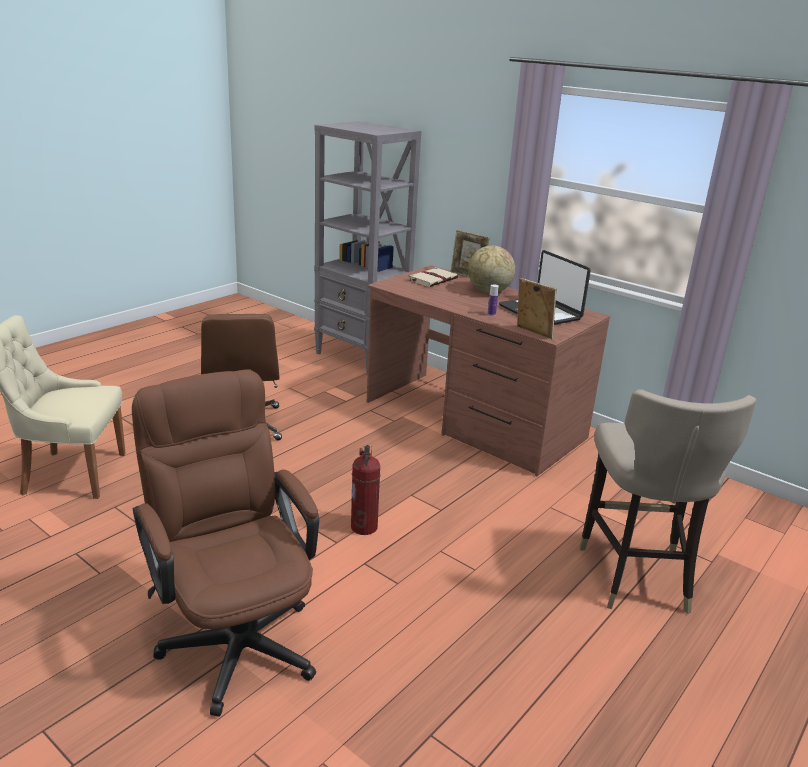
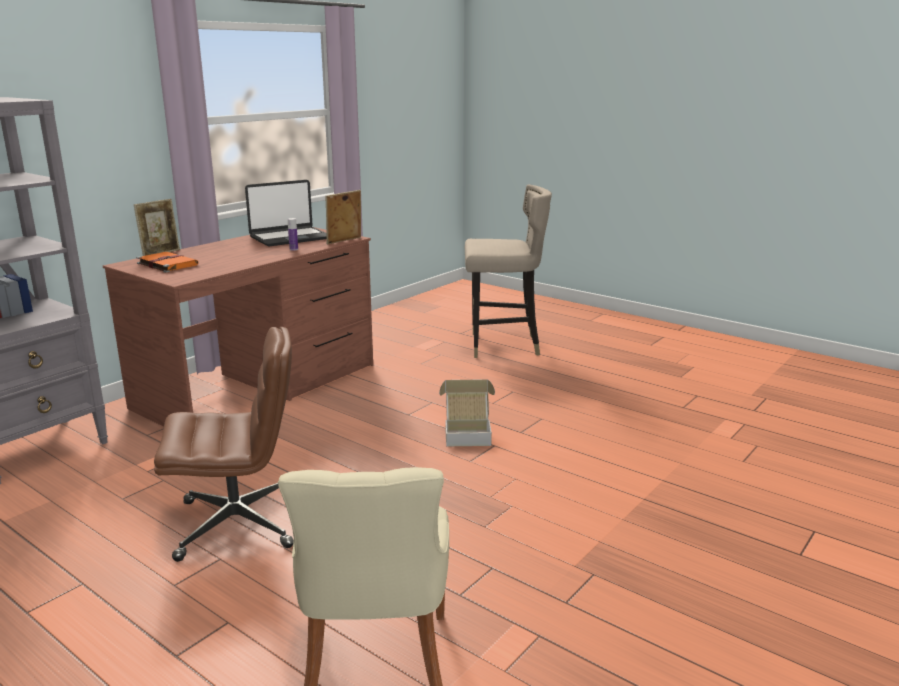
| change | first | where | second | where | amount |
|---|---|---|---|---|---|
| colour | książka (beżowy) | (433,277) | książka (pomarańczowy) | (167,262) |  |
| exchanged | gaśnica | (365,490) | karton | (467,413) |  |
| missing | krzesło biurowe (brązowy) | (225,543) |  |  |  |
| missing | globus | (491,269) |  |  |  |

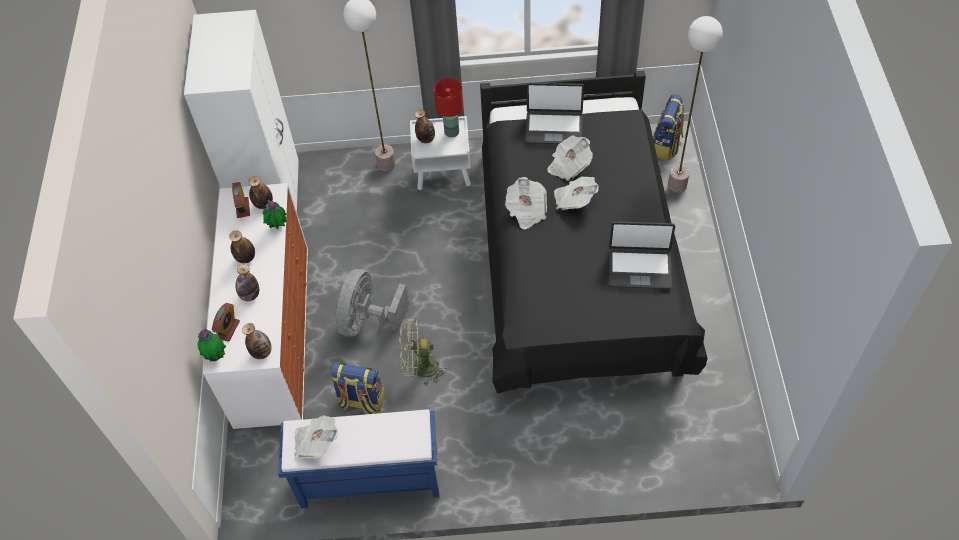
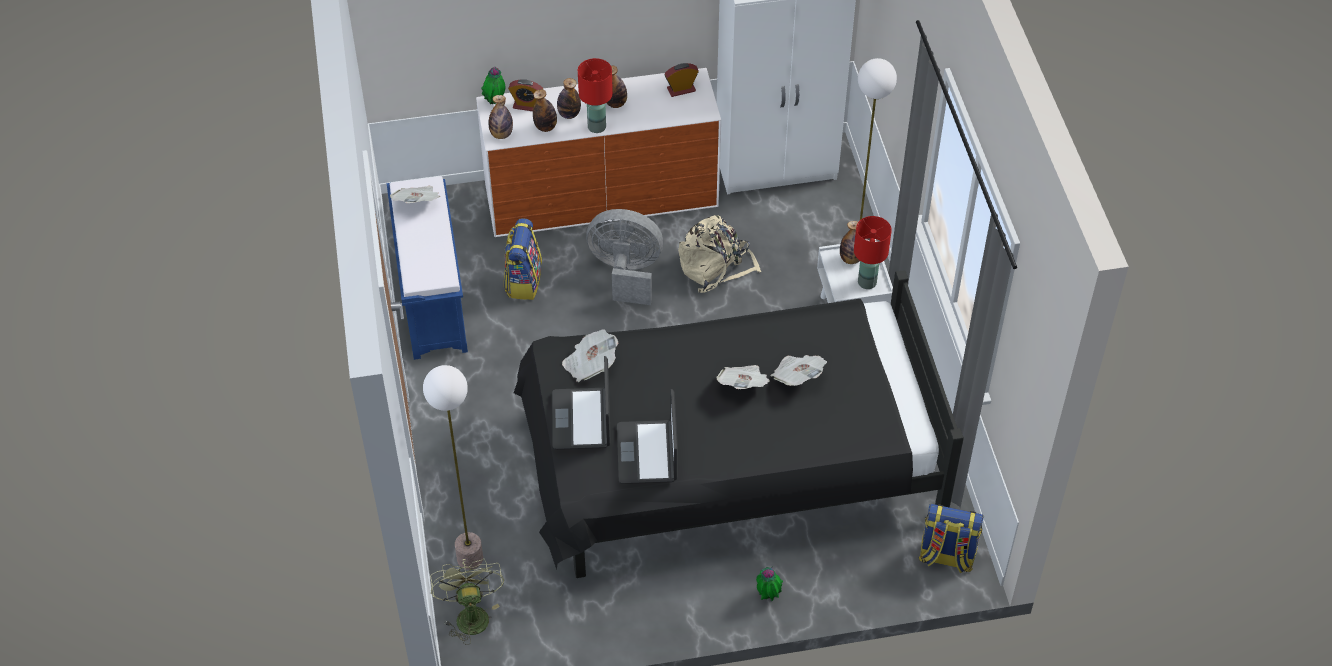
| change | first | where | second | where | amount |
|---|---|---|---|---|---|
| relocated | lampa stojąca | (695,104) |  | (453,467) |  |
| relocated | wentylator (zielony) | (423,352) |  | (467,601) |  |
| relocated | butelka | (261,192) |  | (545,110) |  |
| relocated | laptop | (554,113) |  | (581,403) |  |
| relocated | gazeta | (526,203) |  | (590,355) |  |
| appeared |  |  | lampa stołowa (czerwony) | (595,95) |  |
| appeared |  |  | plecak (beżowy) | (719,254) |  |
| relocated | roślina doniczkowa | (275,214) |  | (769,583) |  |

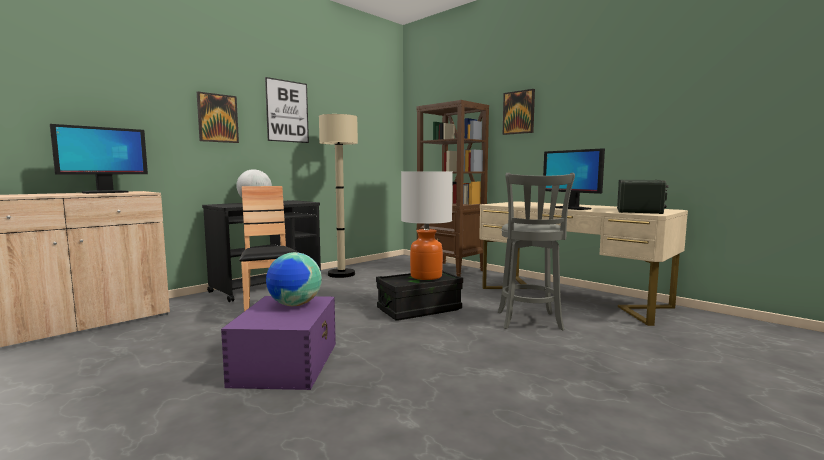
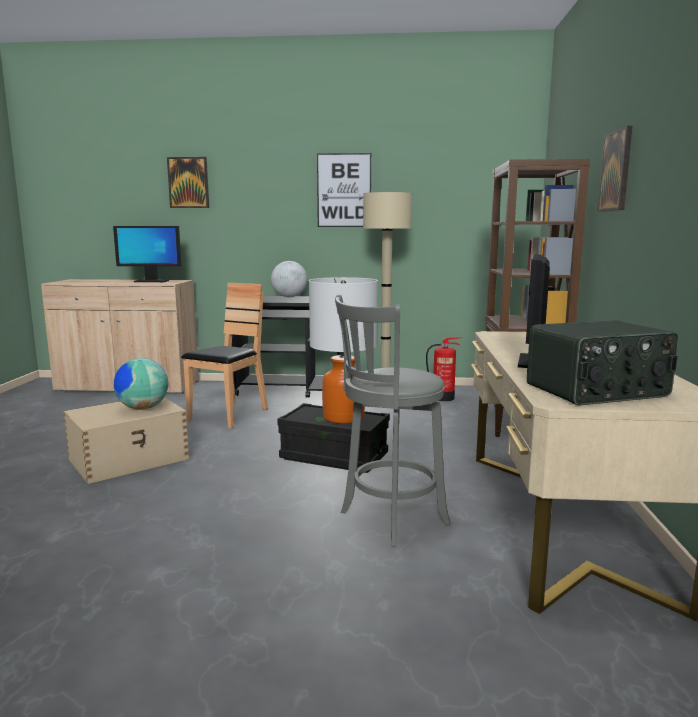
| change | first | where | second | where | amount |
|---|---|---|---|---|---|
| colour | pojemnik do przechowywania (fioletowy) | (278,343) | pojemnik do przechowywania (beżowy) | (126,440) |  |
| relocated | obraz | (218,117) |  | (188,182) |  |
| appeared |  |  | gaśnica | (444,369) |  |

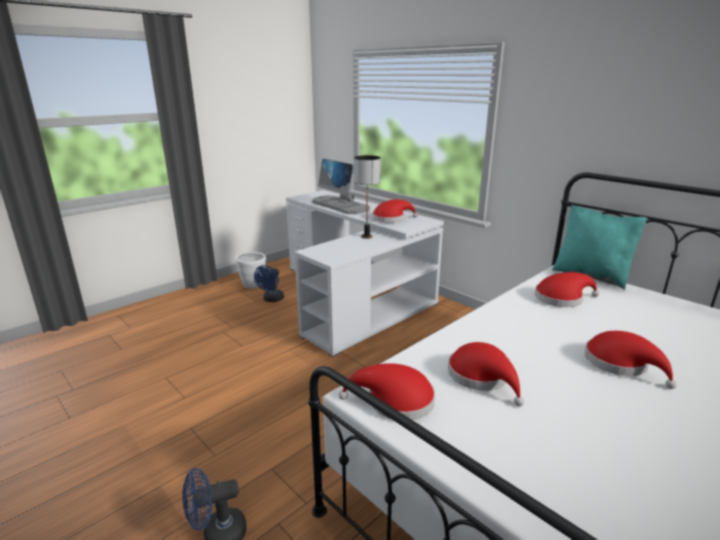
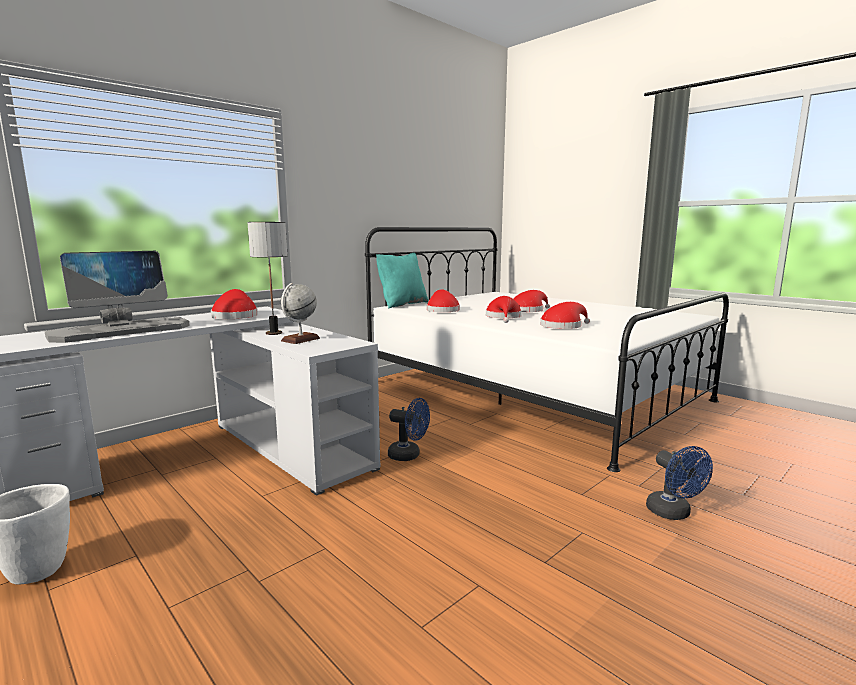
| change | first | where | second | where | amount |
|---|---|---|---|---|---|
| appeared |  |  | globus | (300,313) |  |
| relocated | wentylator (niebieski) | (269,283) |  | (409,429) |  |
| relocated | kapelusz (czerwony) | (387,391) |  | (504,309) |  |

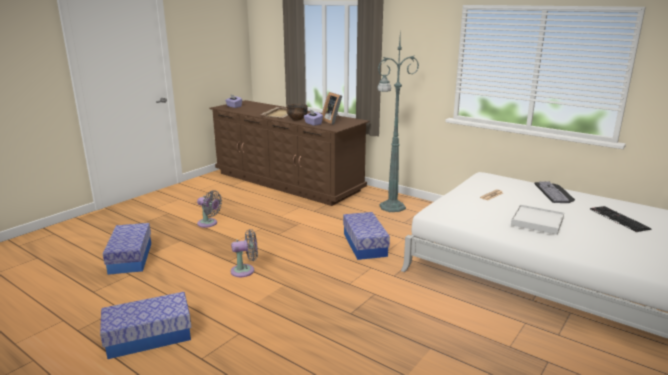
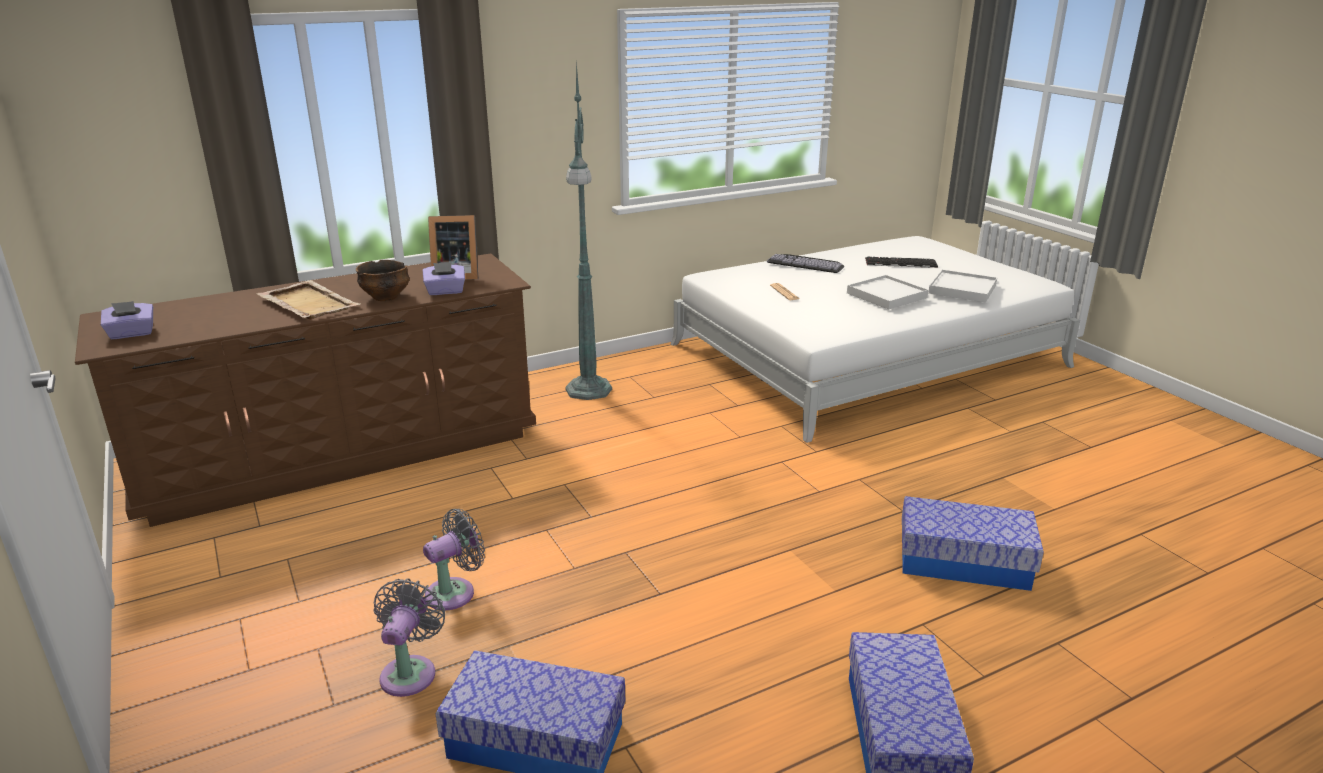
| change | first | where | second | where | amount |
|---|---|---|---|---|---|
| relocated | wentylator (szary) | (244,253) |  | (409,637) |  |
| relocated | pojemnik do przechowywania | (366,236) |  | (973,543) |  |
| appeared |  |  | taca (biały) | (962,286) |  |

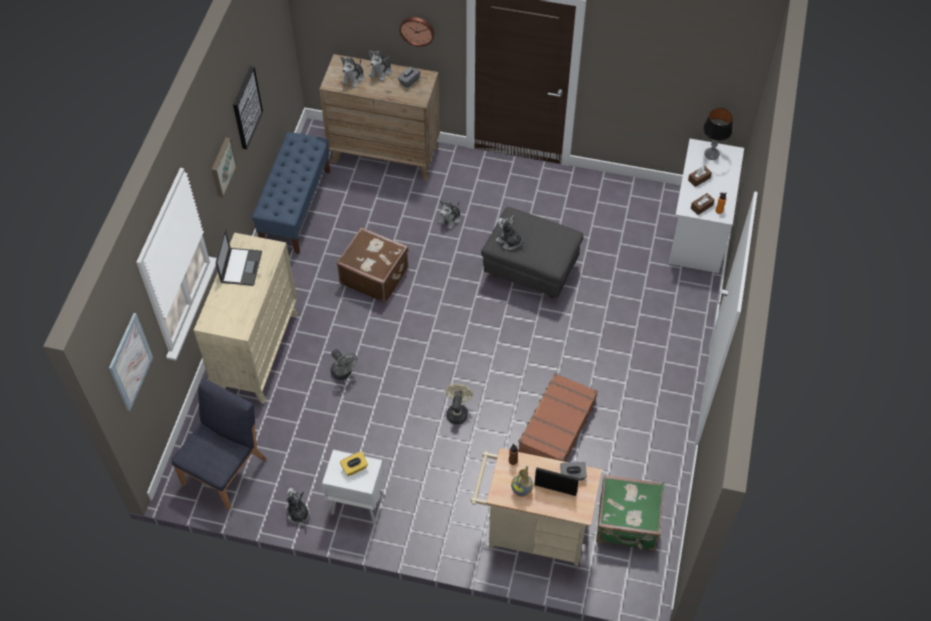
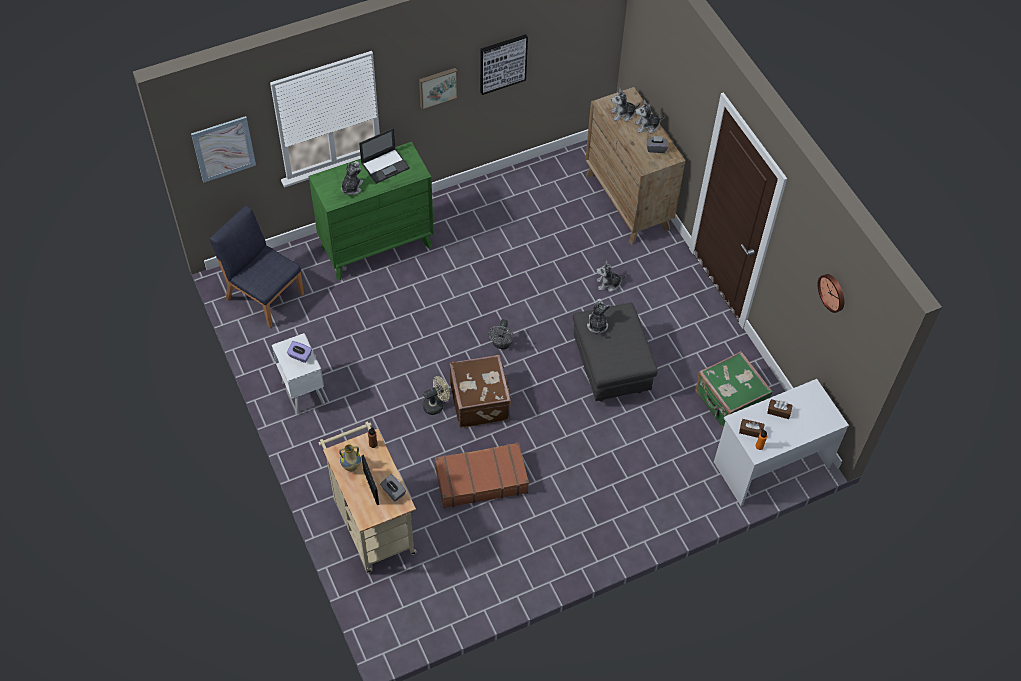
| change | first | where | second | where | amount |
|---|---|---|---|---|---|
| spun | krzesło (niebieski) | (219,444) |  | (257,267) | 135 degrees counterclockwise |
| colour | pudełko chusteczek (żółty) | (354,463) | pudełko chusteczek (fioletowy) | (299,352) |  |
| colour | komoda (beżowy) | (246,318) | komoda (zielony) | (371,211) |  |
| relocated | pluszak | (297,506) |  | (352,178) |  |
| relocated | walizka (brązowy) | (372,265) |  | (481,391) |  |
| relocated | wentylator (szary) | (343,364) |  | (501,334) |  |
| relocated | walizka (zielony) | (630,513) |  | (733,389) |  |
| relocated | zegar ścienny | (417,32) |  | (831,293) |  |
| missing | ławka (niebieski) | (291,193) |  |  |  |
| missing | lampa stołowa | (718,134) |  |  |  |

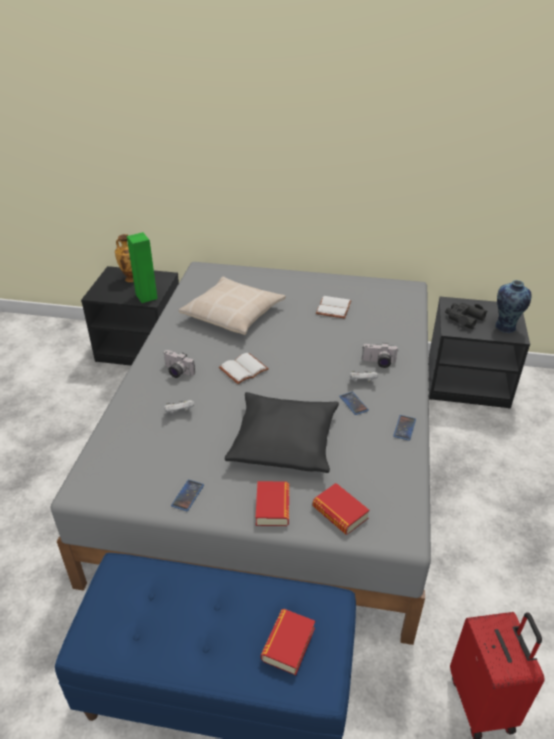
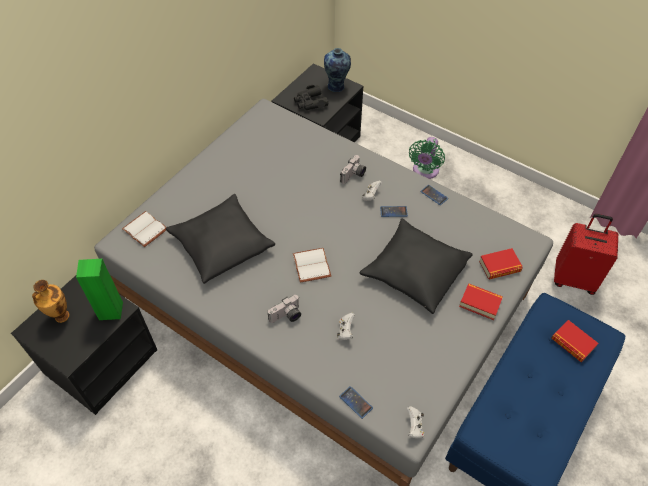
| change | first | where | second | where | amount |
|---|---|---|---|---|---|
| relocated | książka (biały) | (334,307) |  | (144,229) |  |
| colour | poduszka (beżowy) | (232,305) | poduszka (czarny) | (220,239) |  |
| relocated | telefon | (187,495) |  | (356,402) |  |
| appeared |  |  | pad do gier (biały) | (415,422) |  |
| appeared |  |  | wentylator (zielony) | (427,158) |  |

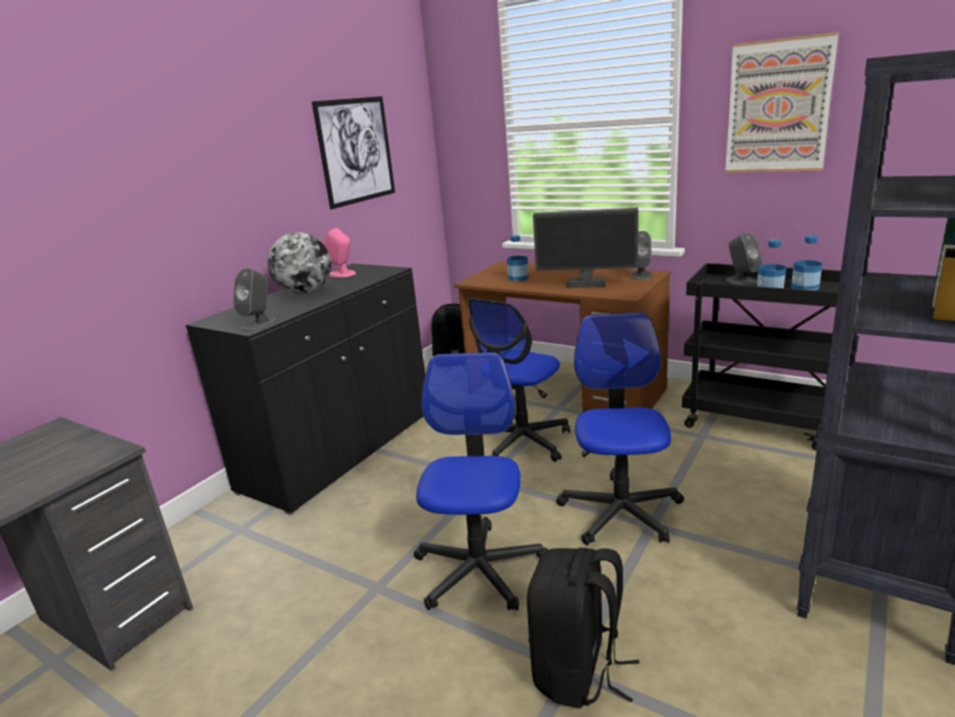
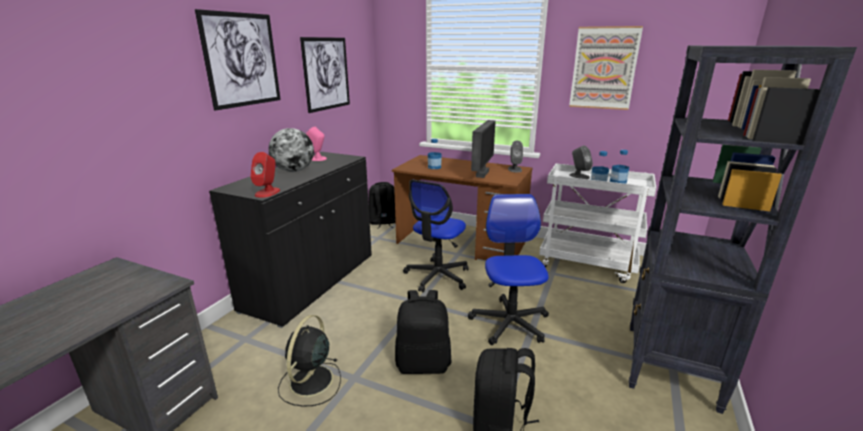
| change | first | where | second | where | amount |
|---|---|---|---|---|---|
| appeared |  |  | obraz | (238,60) |  |
| colour | głośnik (szary) | (255,300) | głośnik (czerwony) | (265,175) |  |
| appeared |  |  | wentylator (czarny) | (309,361) |  |
| exchanged | krzesło biurowe | (481,481) | plecak (czarny) | (423,332) |  |
| spun | monitor | (585,248) |  | (483,149) | 75 degrees counterclockwise |
| colour | wózek (czarny) | (770,357) | wózek (biały) | (597,223) |  |

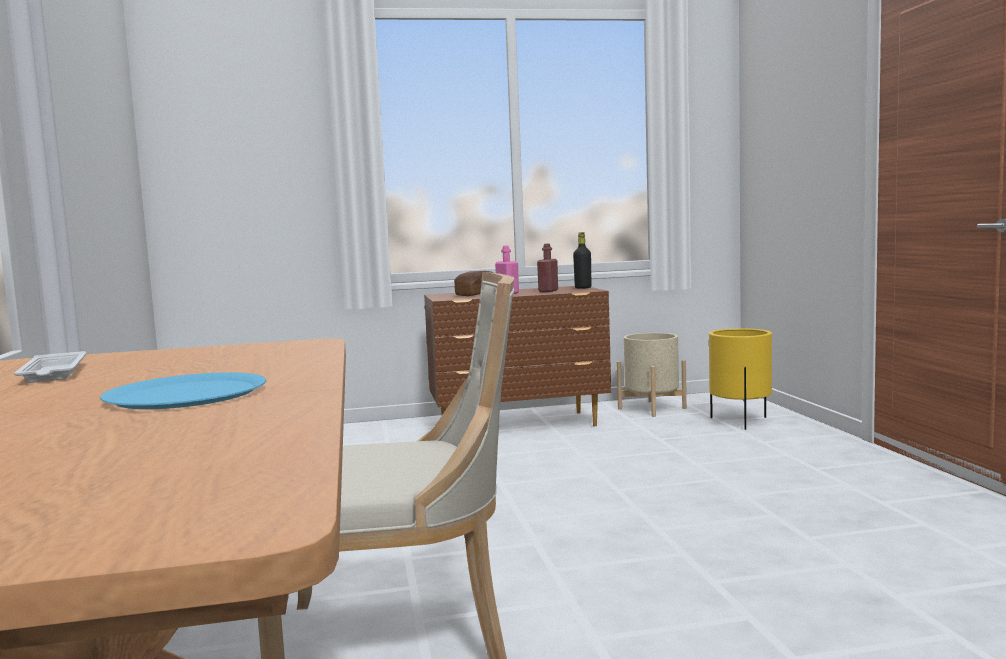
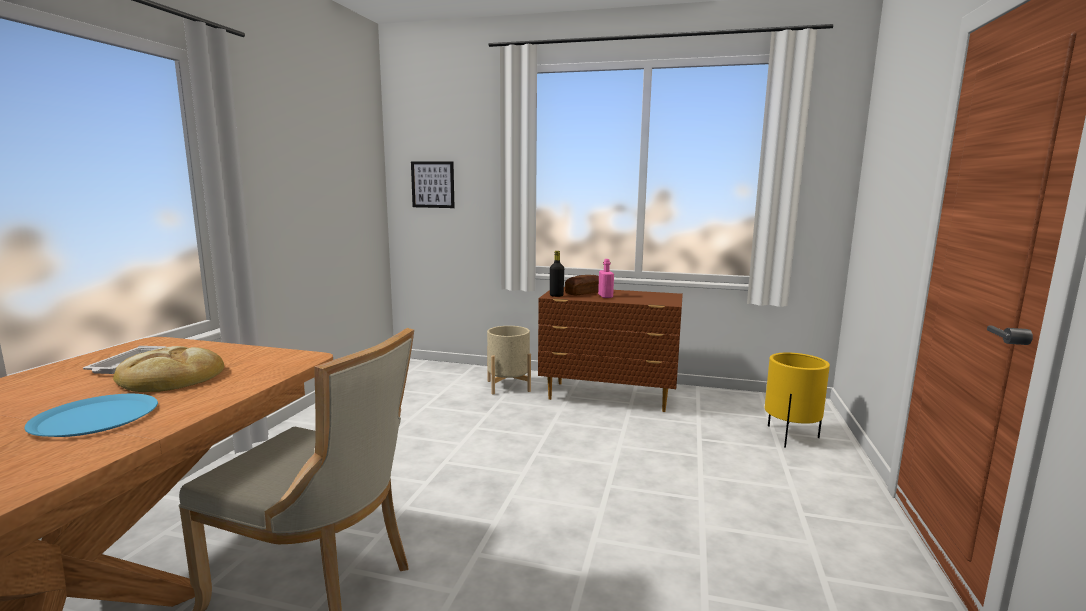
| change | first | where | second | where | amount |
|---|---|---|---|---|---|
| appeared |  |  | chleb | (168,369) |  |
| appeared |  |  | obraz | (433,185) |  |
| relocated | donica (beżowy) | (652,375) |  | (509,360) |  |
| relocated | butelka (czarny) | (582,260) |  | (557,274) |  |
| missing | butelka (czerwony) | (547,268) |  |  |  |

